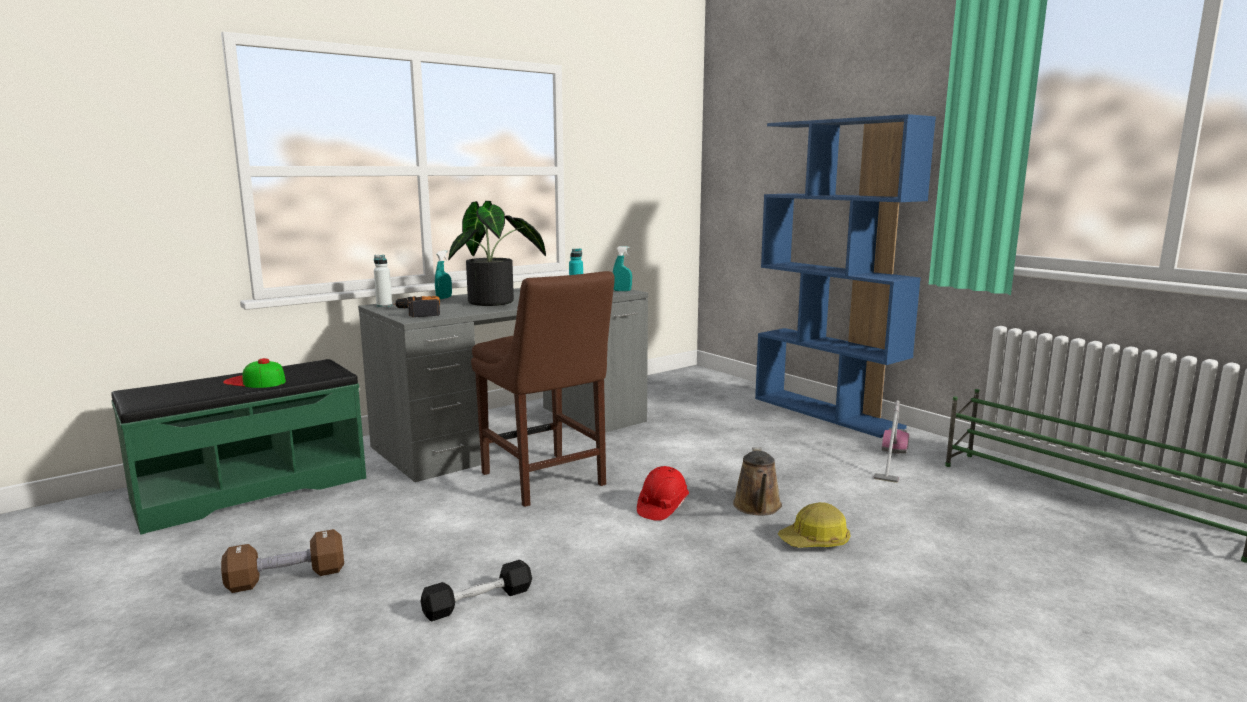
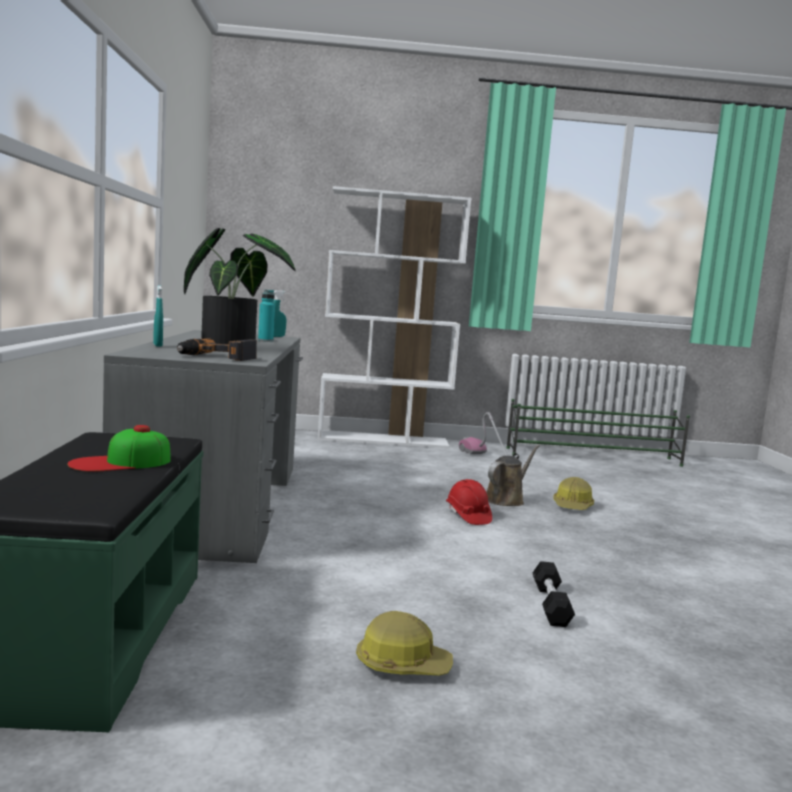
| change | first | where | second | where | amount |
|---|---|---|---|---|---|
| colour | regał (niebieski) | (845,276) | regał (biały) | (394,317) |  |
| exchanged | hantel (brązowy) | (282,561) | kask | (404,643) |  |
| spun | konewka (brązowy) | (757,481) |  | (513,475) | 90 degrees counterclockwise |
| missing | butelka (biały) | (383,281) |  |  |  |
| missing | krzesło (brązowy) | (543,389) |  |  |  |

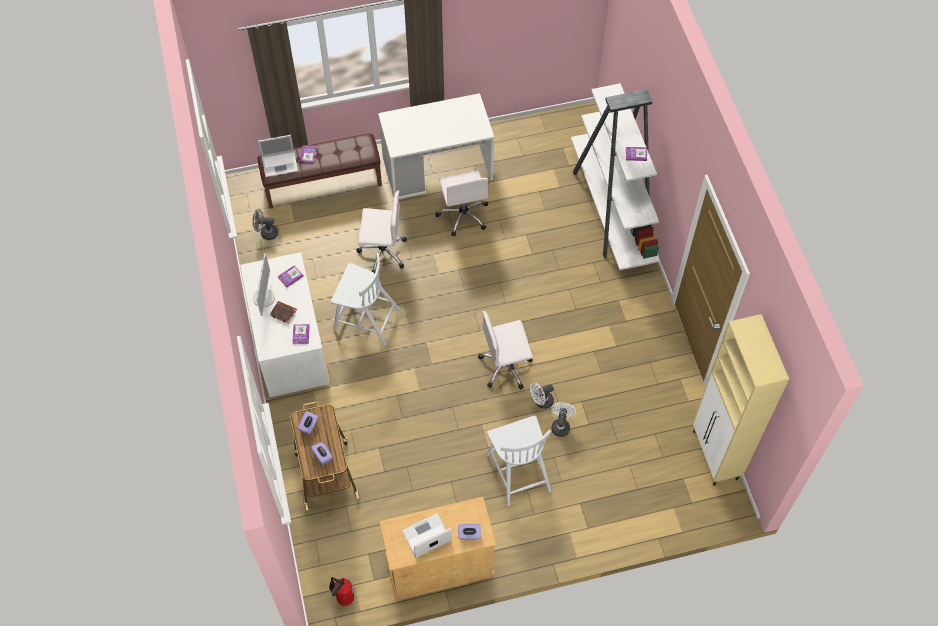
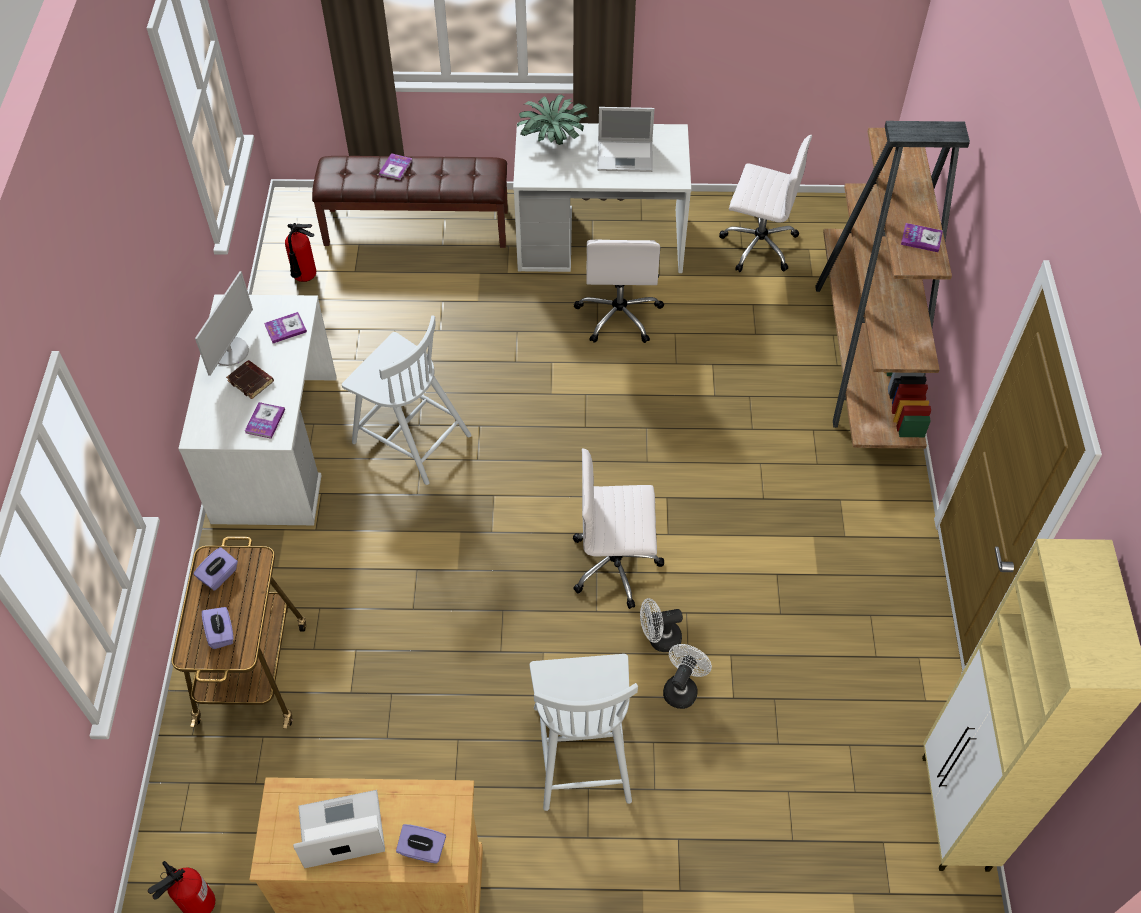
| change | first | where | second | where | amount |
|---|---|---|---|---|---|
| exchanged | wentylator (szary) | (265,224) | gaśnica | (300,252) |  |
| appeared |  |  | roślina doniczkowa | (552,120) |  |
| relocated | laptop | (278,156) |  | (625,139) |  |
| relocated | krzesło biurowe (biały) | (382,231) |  | (765,203) |  |
| colour | regał (biały) | (615,176) | regał (brązowy) | (892,285) |  |

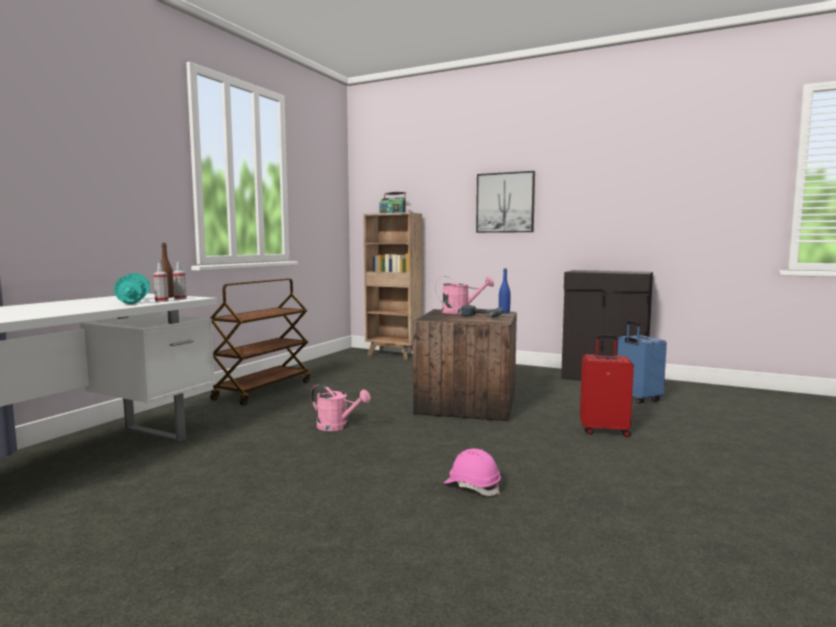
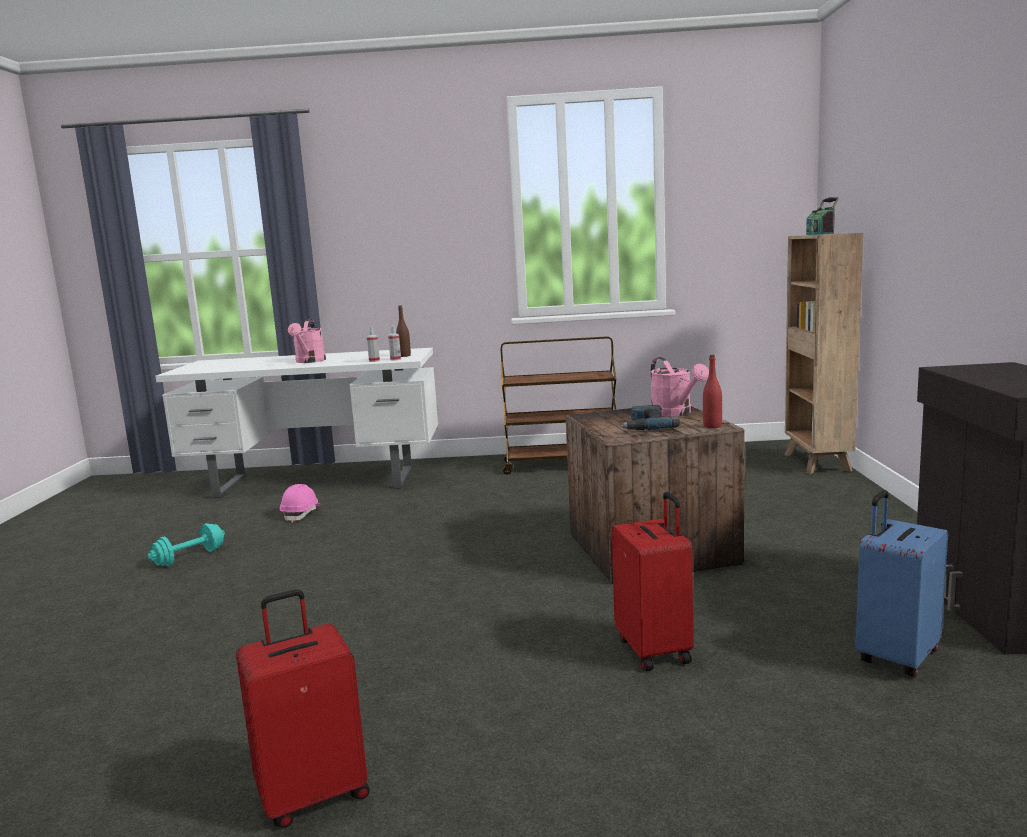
| change | first | where | second | where | amount |
|---|---|---|---|---|---|
| relocated | hantel (turkusowy) | (132,288) |  | (186,544) |  |
| appeared |  |  | walizka (czerwony) | (303,708) |  |
| relocated | kask (różowy) | (472,472) |  | (300,503) |  |
| relocated | konewka (różowy) | (341,407) |  | (307,341) |  |
| colour | butelka (niebieski) | (505,291) | butelka (czerwony) | (712,391) |  |
| missing | obraz | (505,202) |  |  |  |

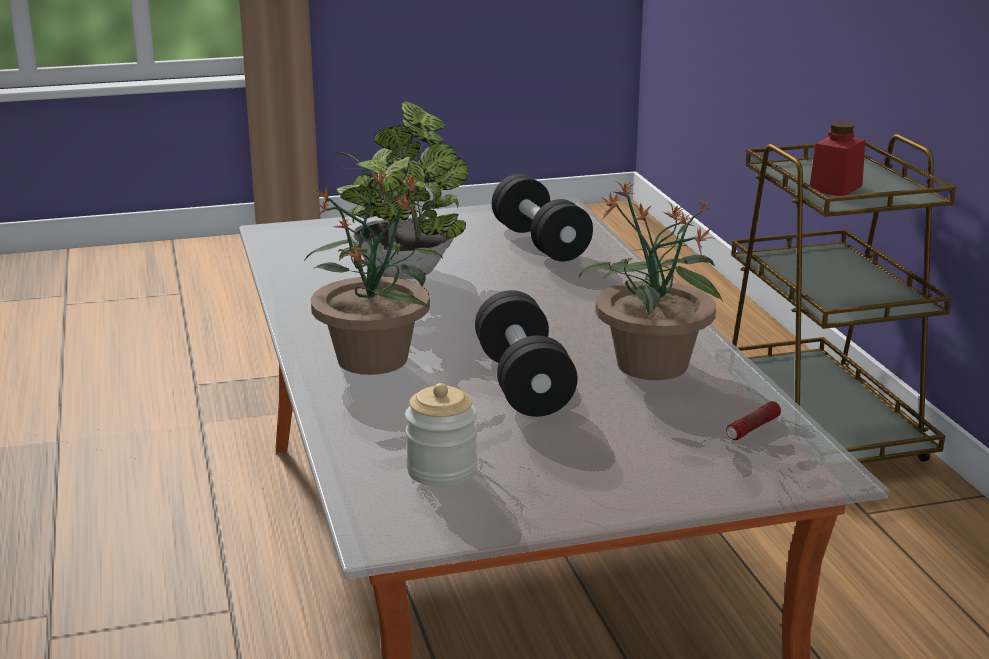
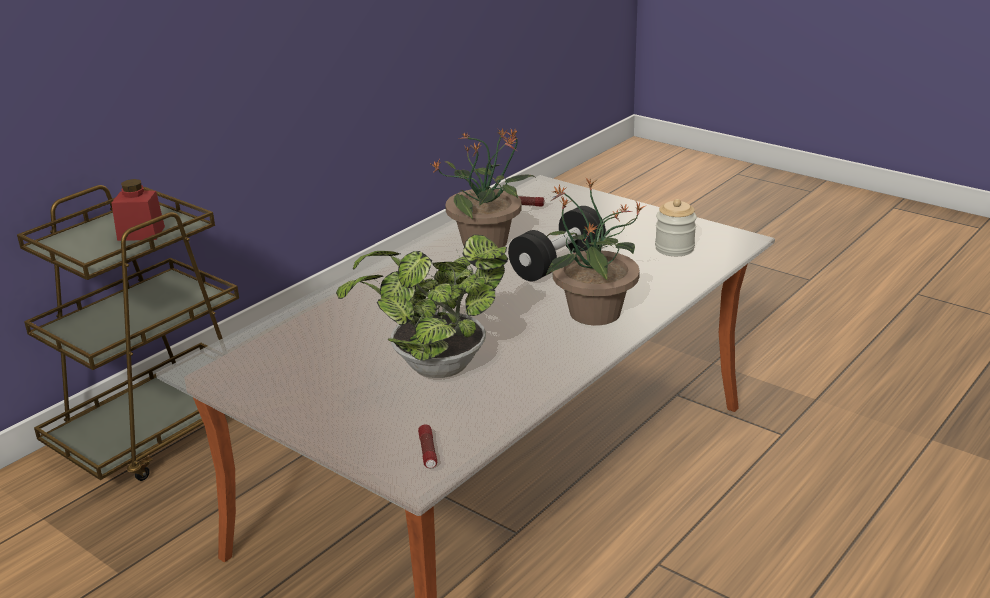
| change | first | where | second | where | amount |
|---|---|---|---|---|---|
| appeared |  |  | latarka | (428,446) |  |
| missing | hantel (czarny) | (542,218) |  |  |  |

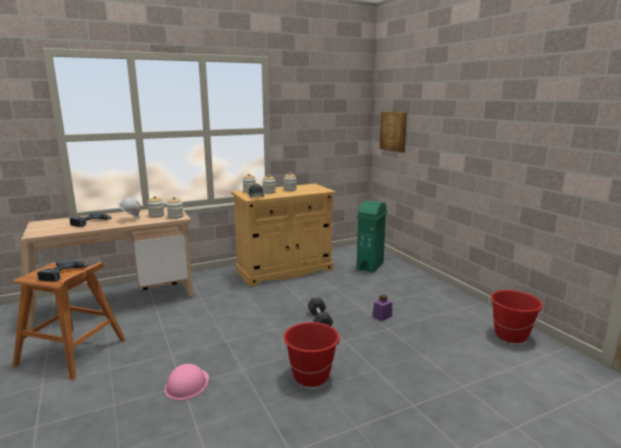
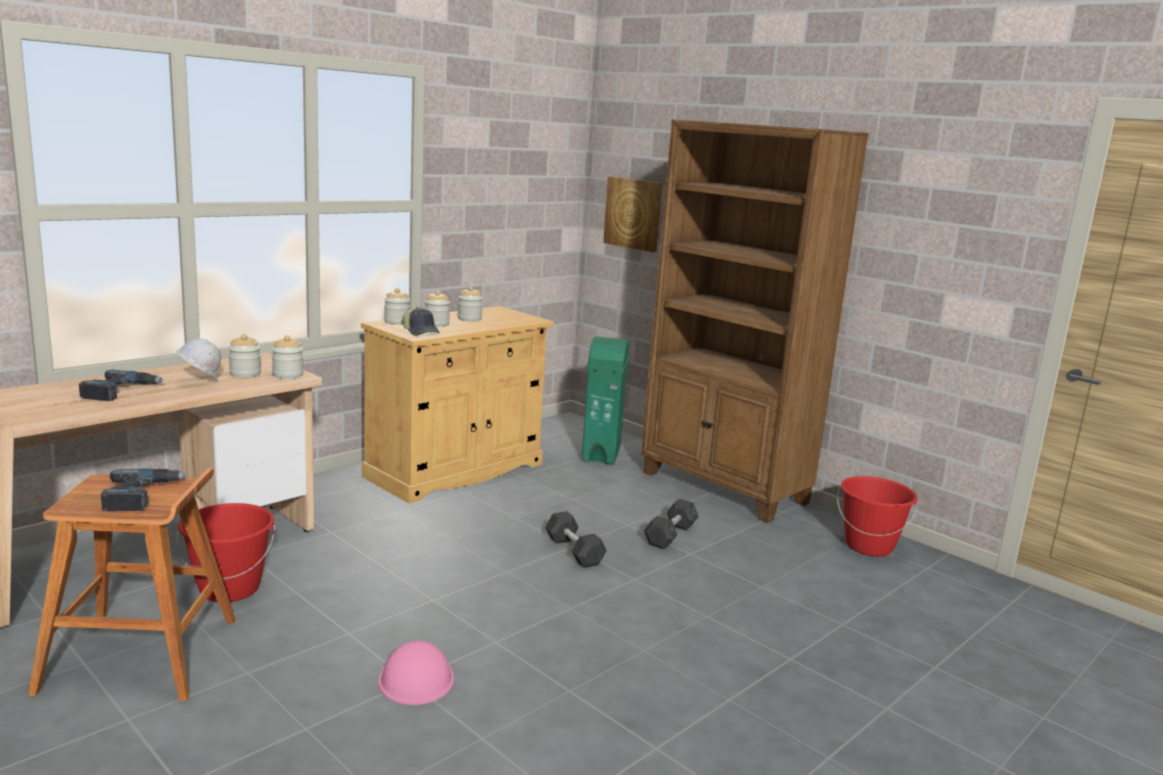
| change | first | where | second | where | amount |
|---|---|---|---|---|---|
| relocated | wiadro (czerwony) | (311,354) |  | (225,552) |  |
| appeared |  |  | regał (brązowy) | (755,321) |  |
| exchanged | słoik (fioletowy) | (382,308) | hantel (szary) | (671,524) |  |

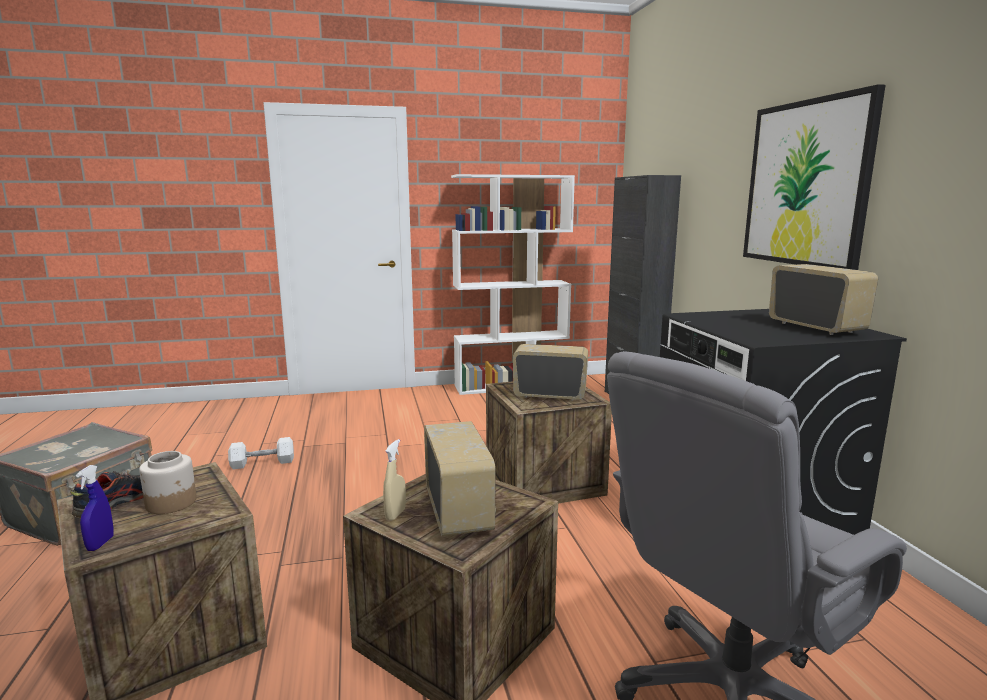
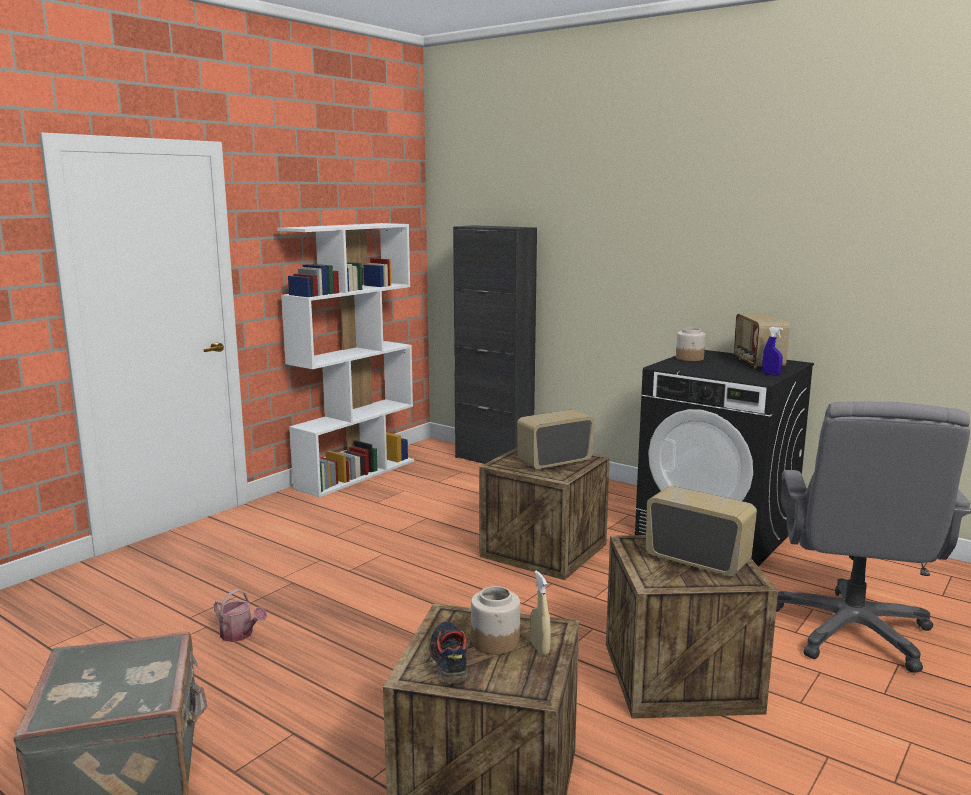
| change | first | where | second | where | amount |
|---|---|---|---|---|---|
| exchanged | hantel (biały) | (261,453) | konewka | (240,615) |  |
| relocated | spryskiwacz (beżowy) | (394,480) |  | (540,612) |  |
| appeared |  |  | słoik | (690,344) |  |
| spun | radio | (823,299) |  | (762,341) | 120 degrees counterclockwise |
| relocated | spryskiwacz (niebieski) | (95,508) |  | (772,351) |  |
| missing | obraz | (814,177) |  |  |  |

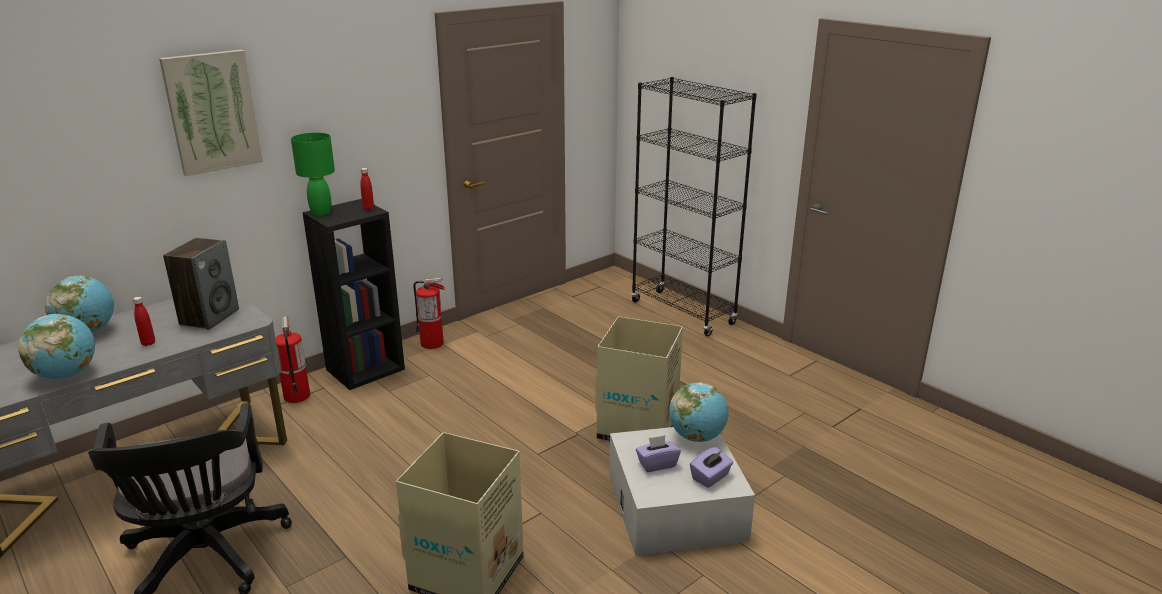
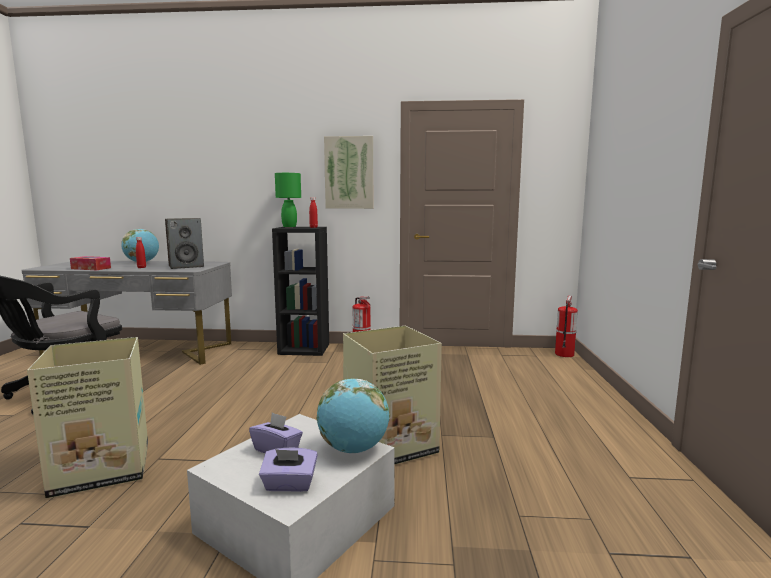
| change | first | where | second | where | amount |
|---|---|---|---|---|---|
| exchanged | globus | (56,346) | pudełko chusteczek | (90,263) |  |
| relocated | obraz | (211,113) |  | (348,172) |  |
| relocated | gaśnica | (292,359) |  | (566,326) |  |
| missing | regał (czarny) | (694,206) |  |  |  |

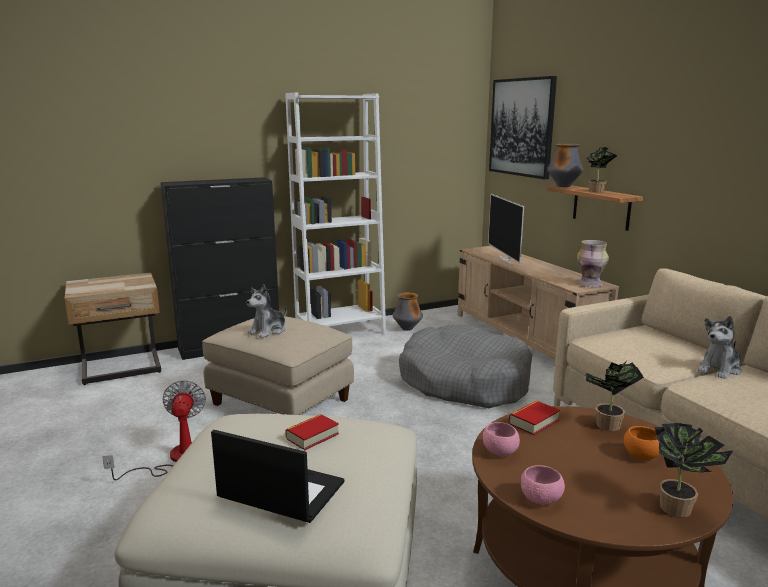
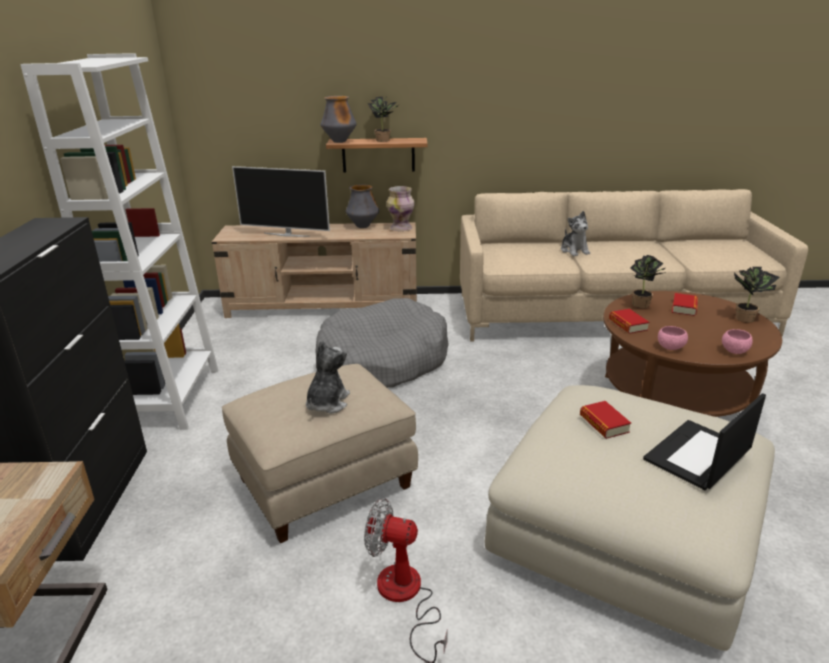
| change | first | where | second | where | amount |
|---|---|---|---|---|---|
| spun | pluszak | (267,311) |  | (328,377) | 135 degrees counterclockwise |
| relocated | wazon | (408,311) |  | (362,206) |  |
| exchanged | miska (pomarańczowy) | (642,443) | książka | (685,304) |  |
| missing | obraz | (523,128) |  |  |  |

